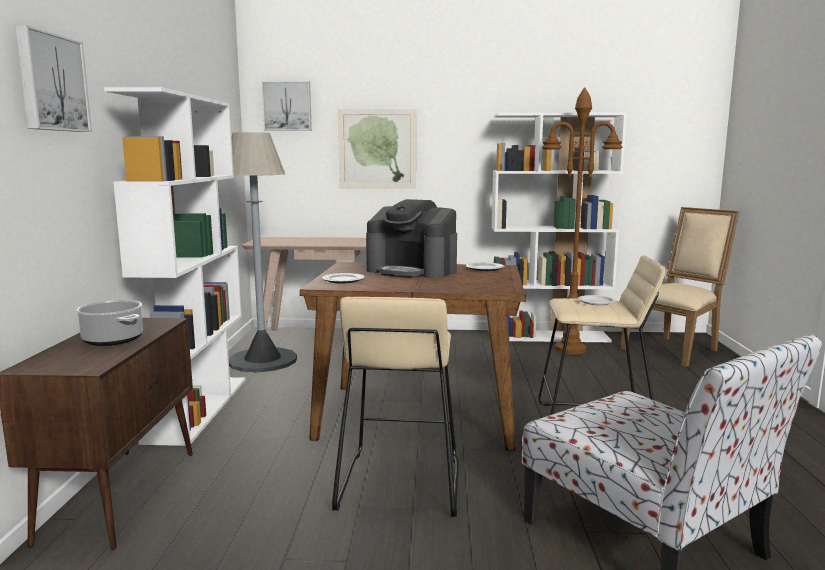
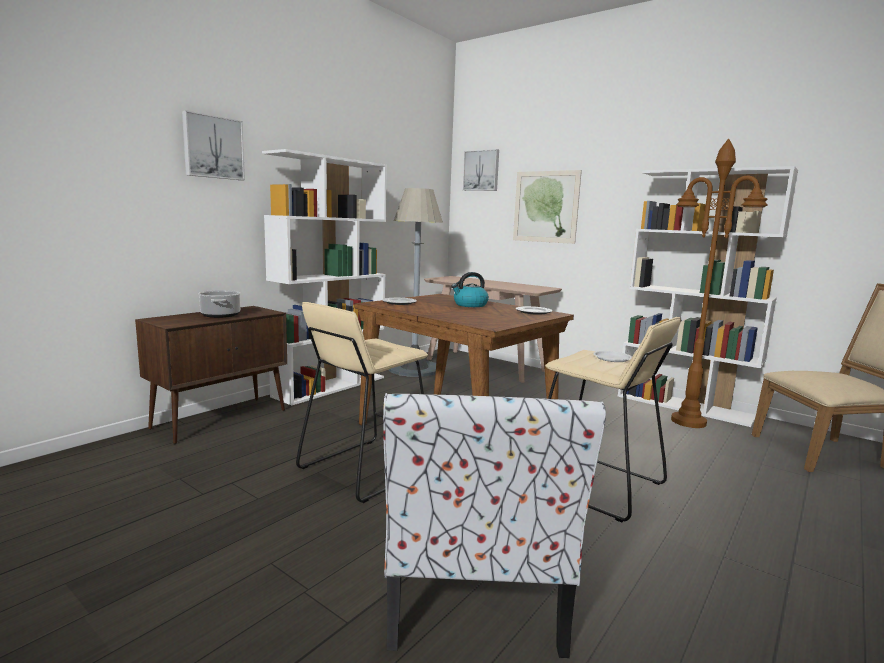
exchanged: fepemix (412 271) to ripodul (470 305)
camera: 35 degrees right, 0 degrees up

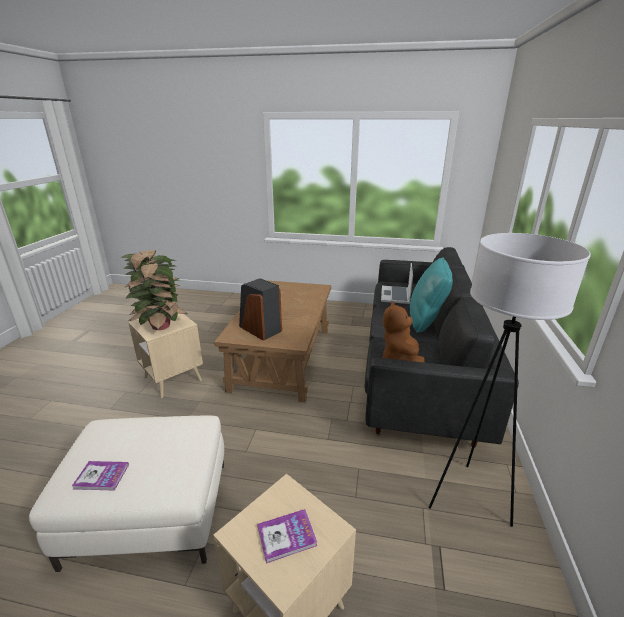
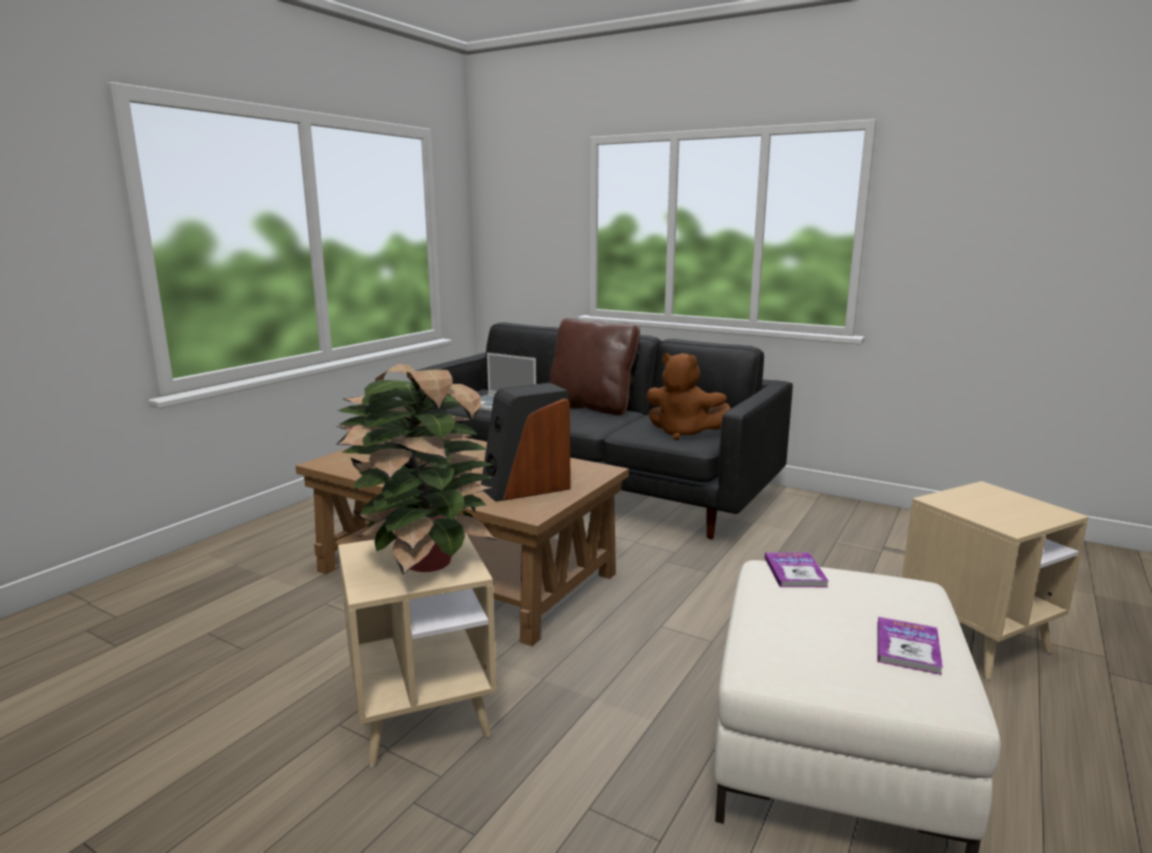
missing: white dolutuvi (467 498)
relocated: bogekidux (286 536) to (795 572)
colour: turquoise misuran (426 320) to brown misuran (592 407)
camera: 70 degrees left, 10 degrees down

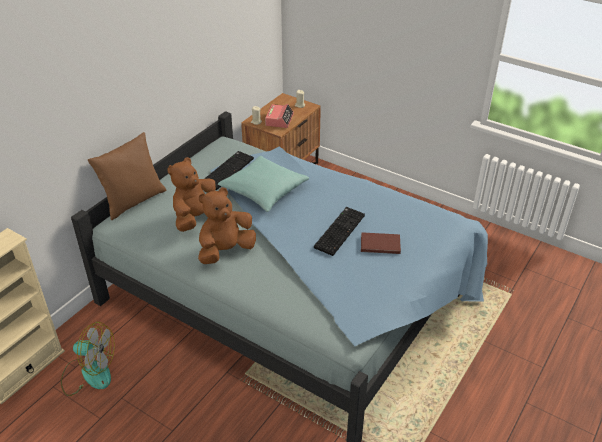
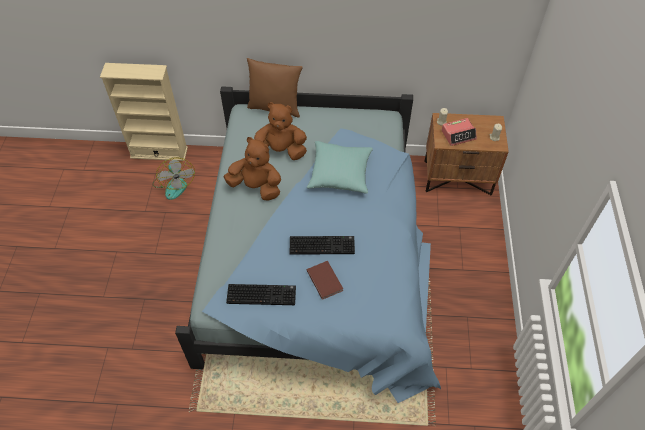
relocated: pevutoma (227 170) to (262 294)
camera: 60 degrees right, 15 degrees up

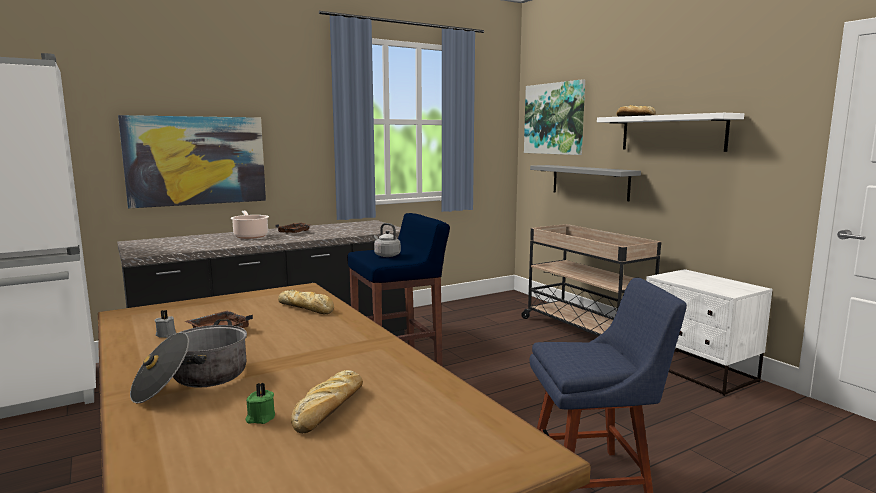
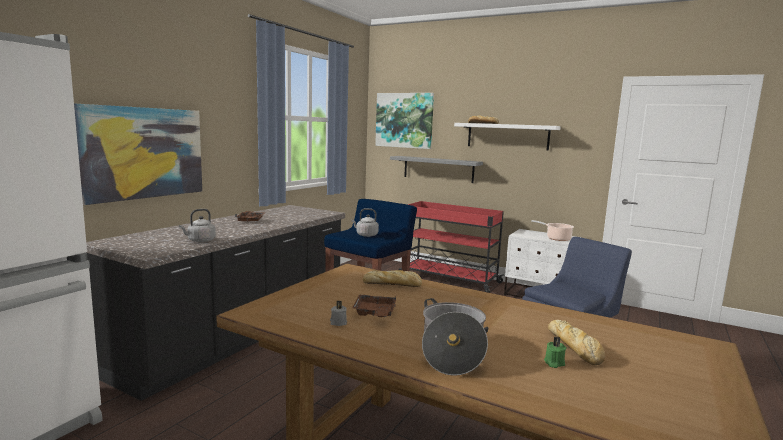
appeared: grey ripodul (200 241)
relocated: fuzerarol (250 236) to (556 238)
colour: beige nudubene (584 330) to red nudubene (447 279)
camera: 30 degrees left, 0 degrees up

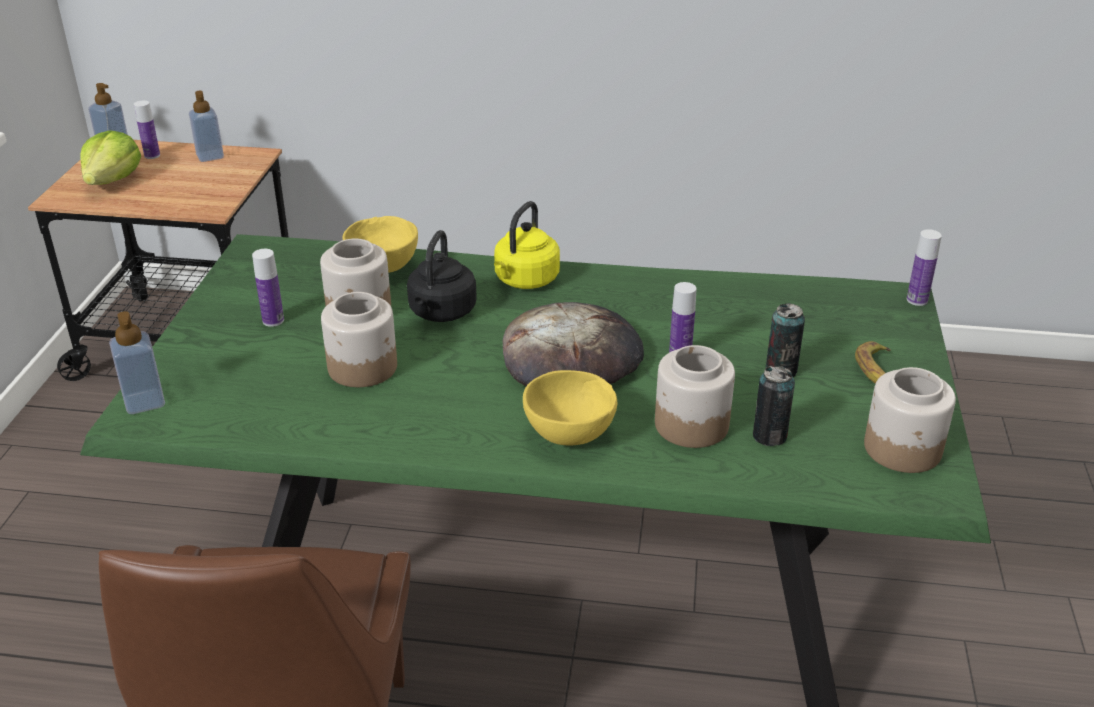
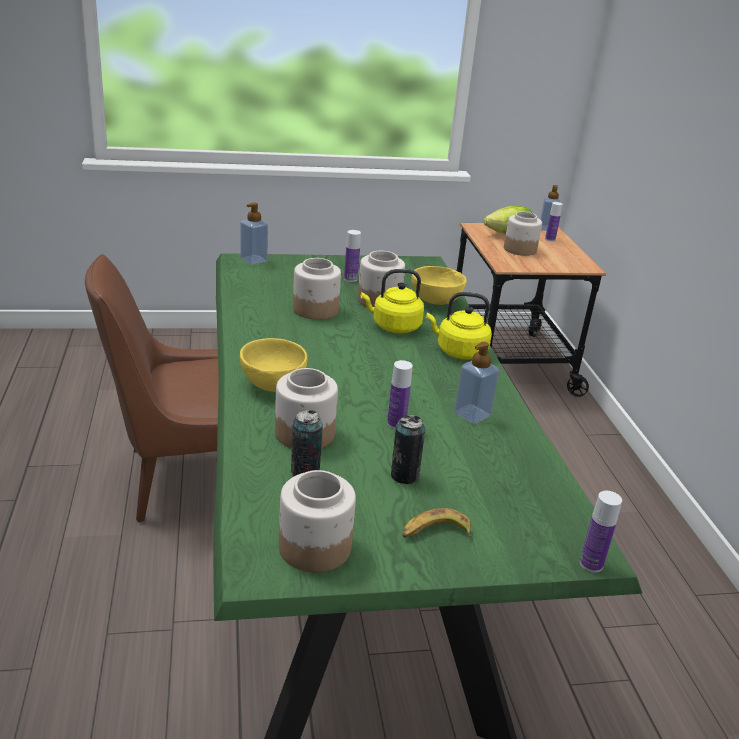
missing: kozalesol (572 356)
appeared: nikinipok (519 249)
relocated: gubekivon (210 156) to (472 414)
colour: black ripodul (441 313) to yellow ripodul (393 326)
camera: 70 degrees right, 5 degrees down

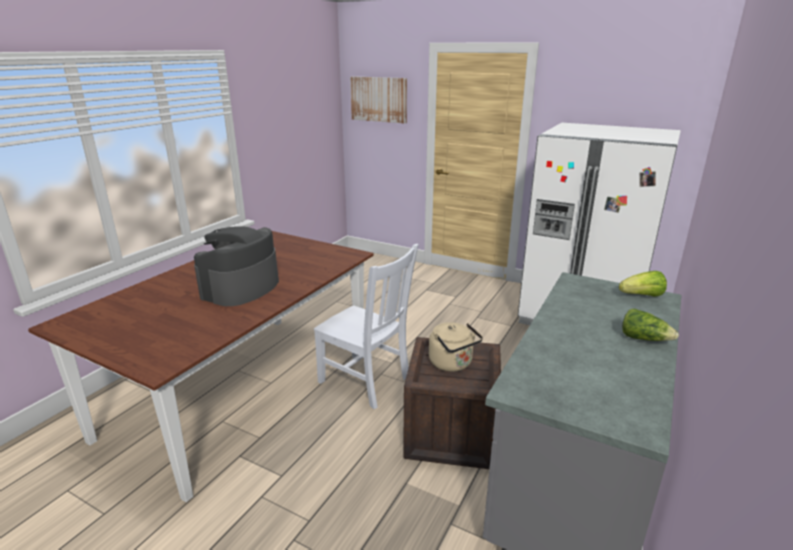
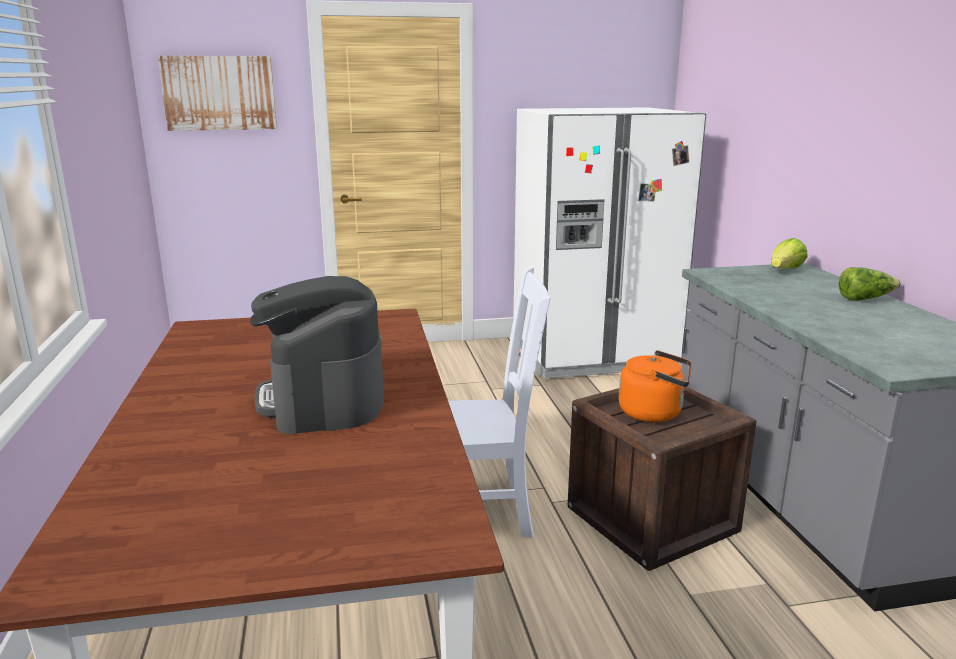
colour: beige ripodul (452 364) to orange ripodul (654 413)
camera: 40 degrees left, 5 degrees down

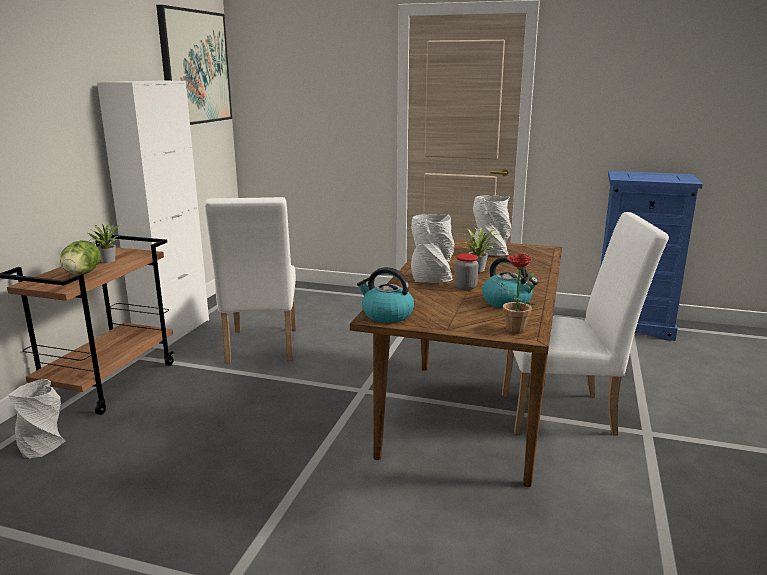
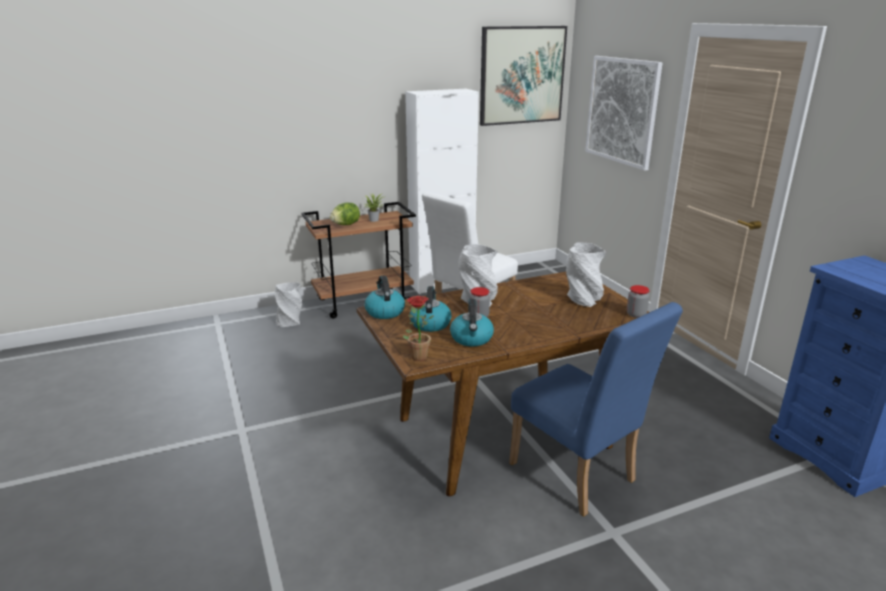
missing: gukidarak (478 269)
appeared: ripodul (430 323); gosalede (622 111); nikinipok (636 314)
colour: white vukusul (567 414) to blue vukusul (578 477)
camera: 50 degrees right, 5 degrees up

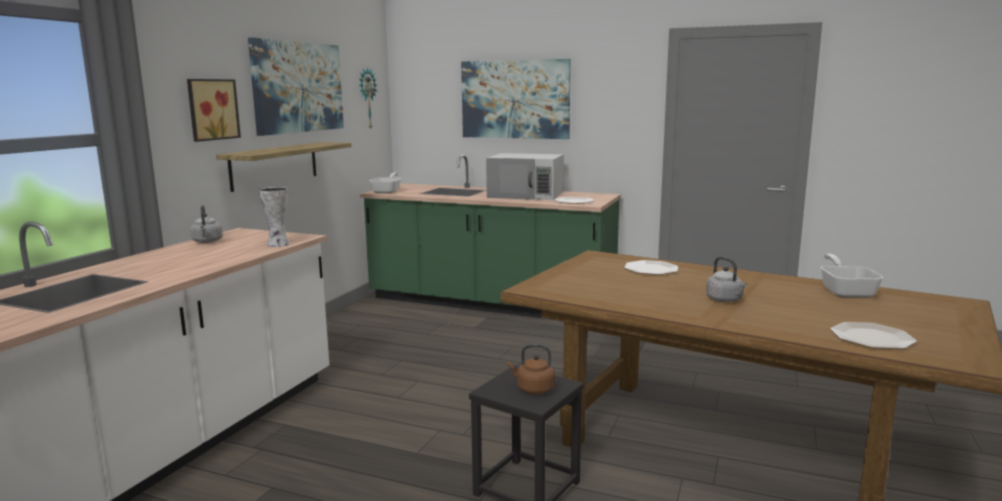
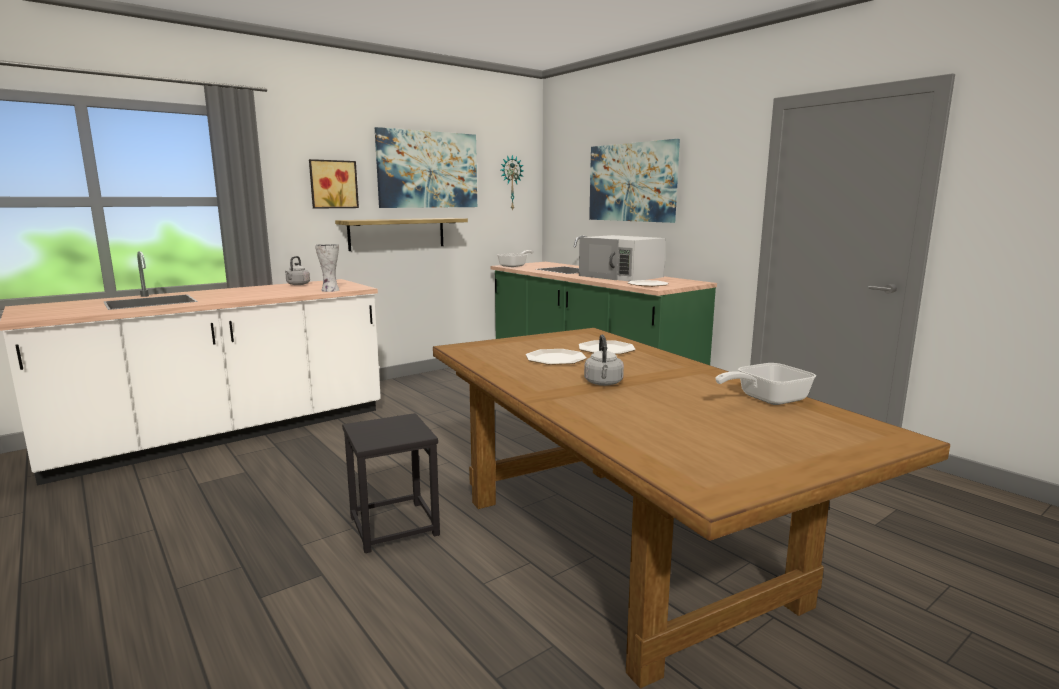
missing: brown ripodul (533 389)
relocated: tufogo (871 338) to (555 358)
spun: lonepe (846 291) = (765 399) 150 degrees counterclockwise
camera: 30 degrees right, 0 degrees up

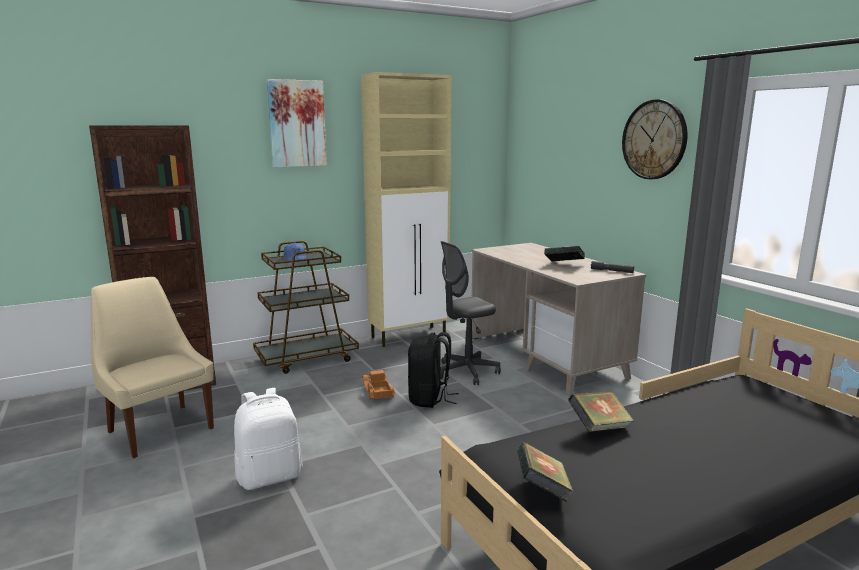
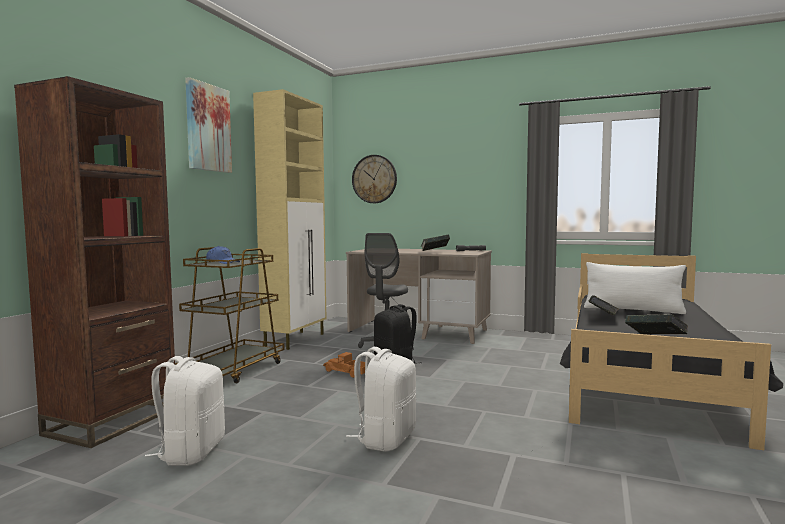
appeared: white misuran (632 310)
relocated: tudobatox (654 140) to (374 179)
exchanged: beige vukusul (159 429) to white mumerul (191 452)
camera: 40 degrees left, 10 degrees down

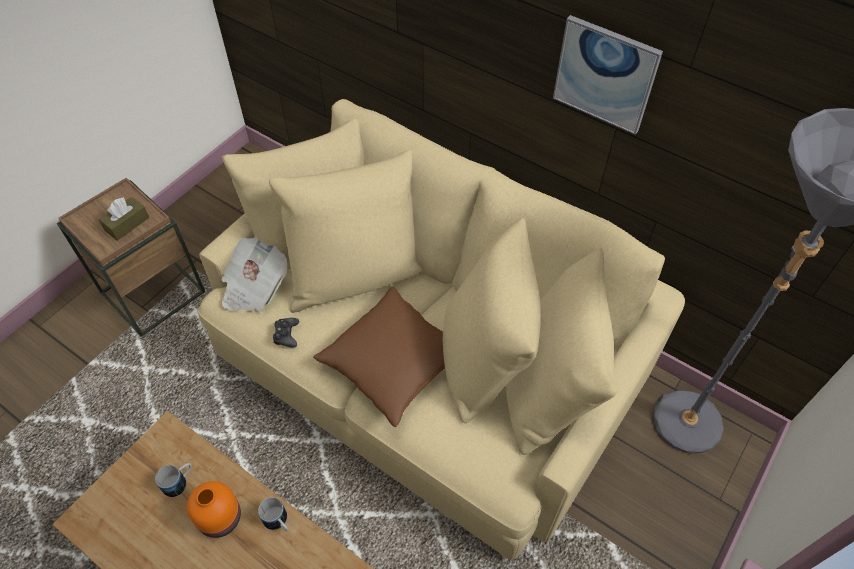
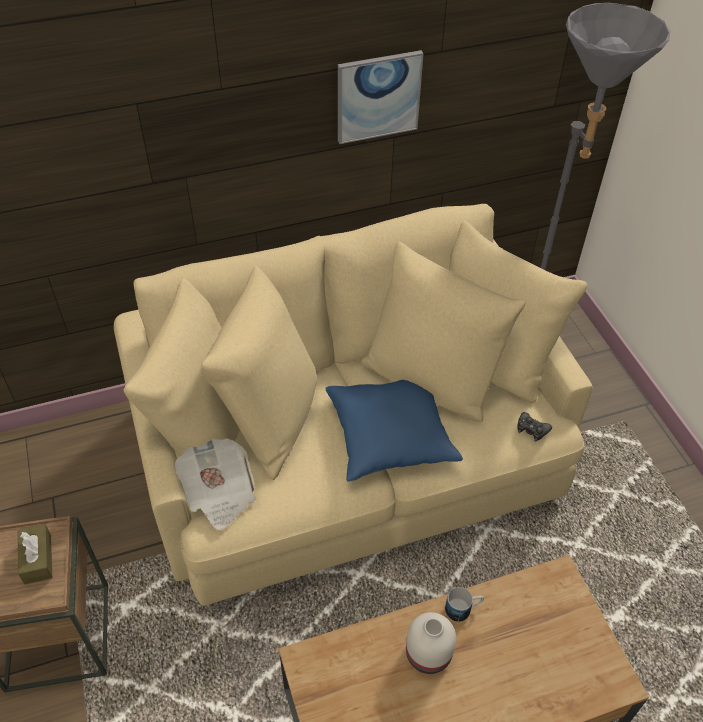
missing: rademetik (179 482)
relocated: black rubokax (286 335) to (532 429)
colour: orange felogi (221 517) to white felogi (428 653); brown misuran (394 363) to blue misuran (390 435)
camera: 55 degrees left, 5 degrees down

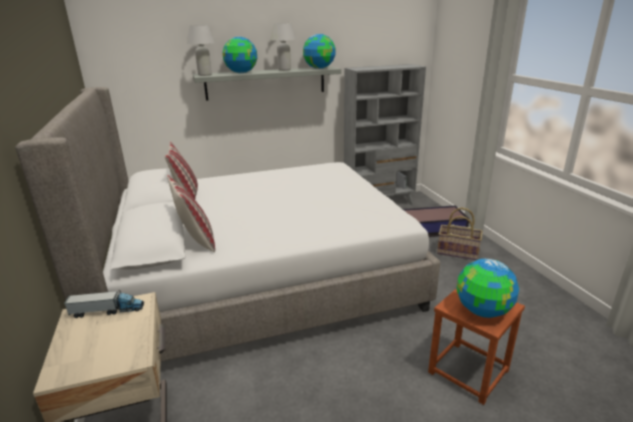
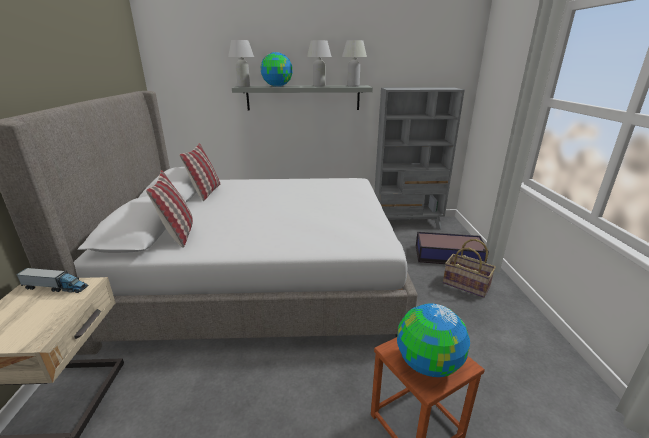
exchanged: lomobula (319 68) to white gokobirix (353 86)
camera: 15 degrees right, 0 degrees up

